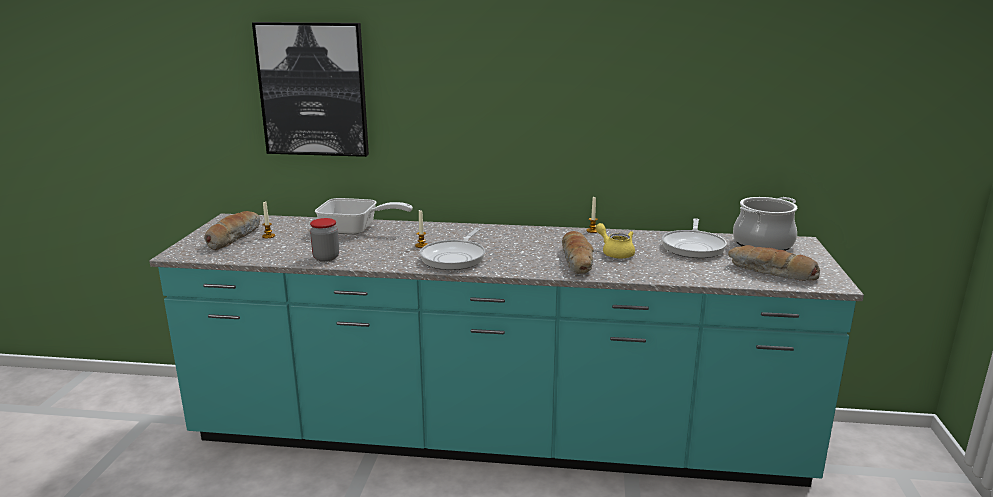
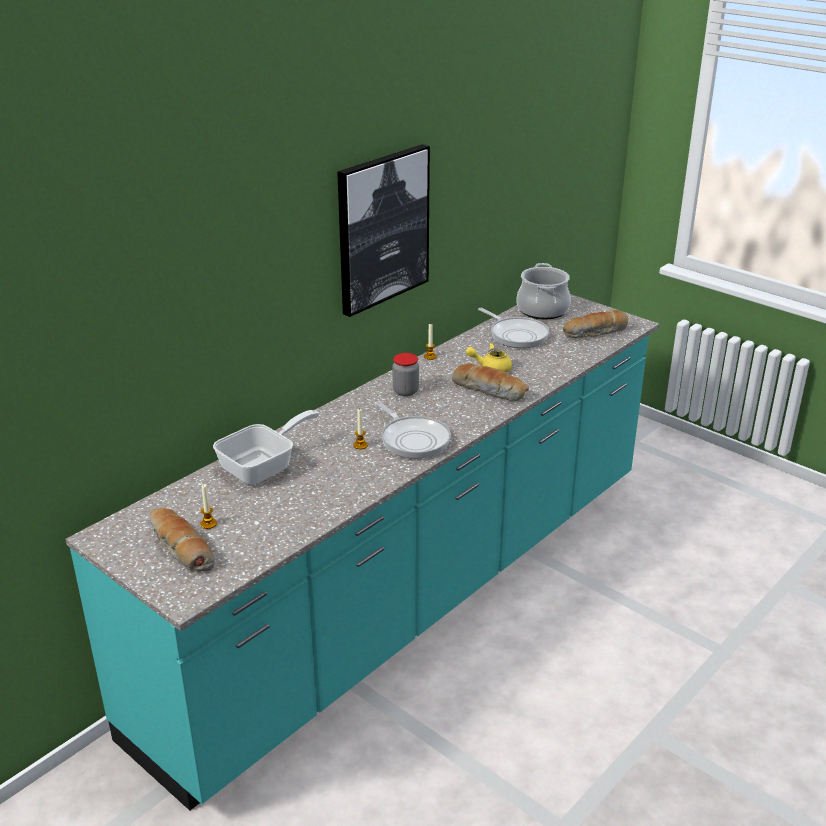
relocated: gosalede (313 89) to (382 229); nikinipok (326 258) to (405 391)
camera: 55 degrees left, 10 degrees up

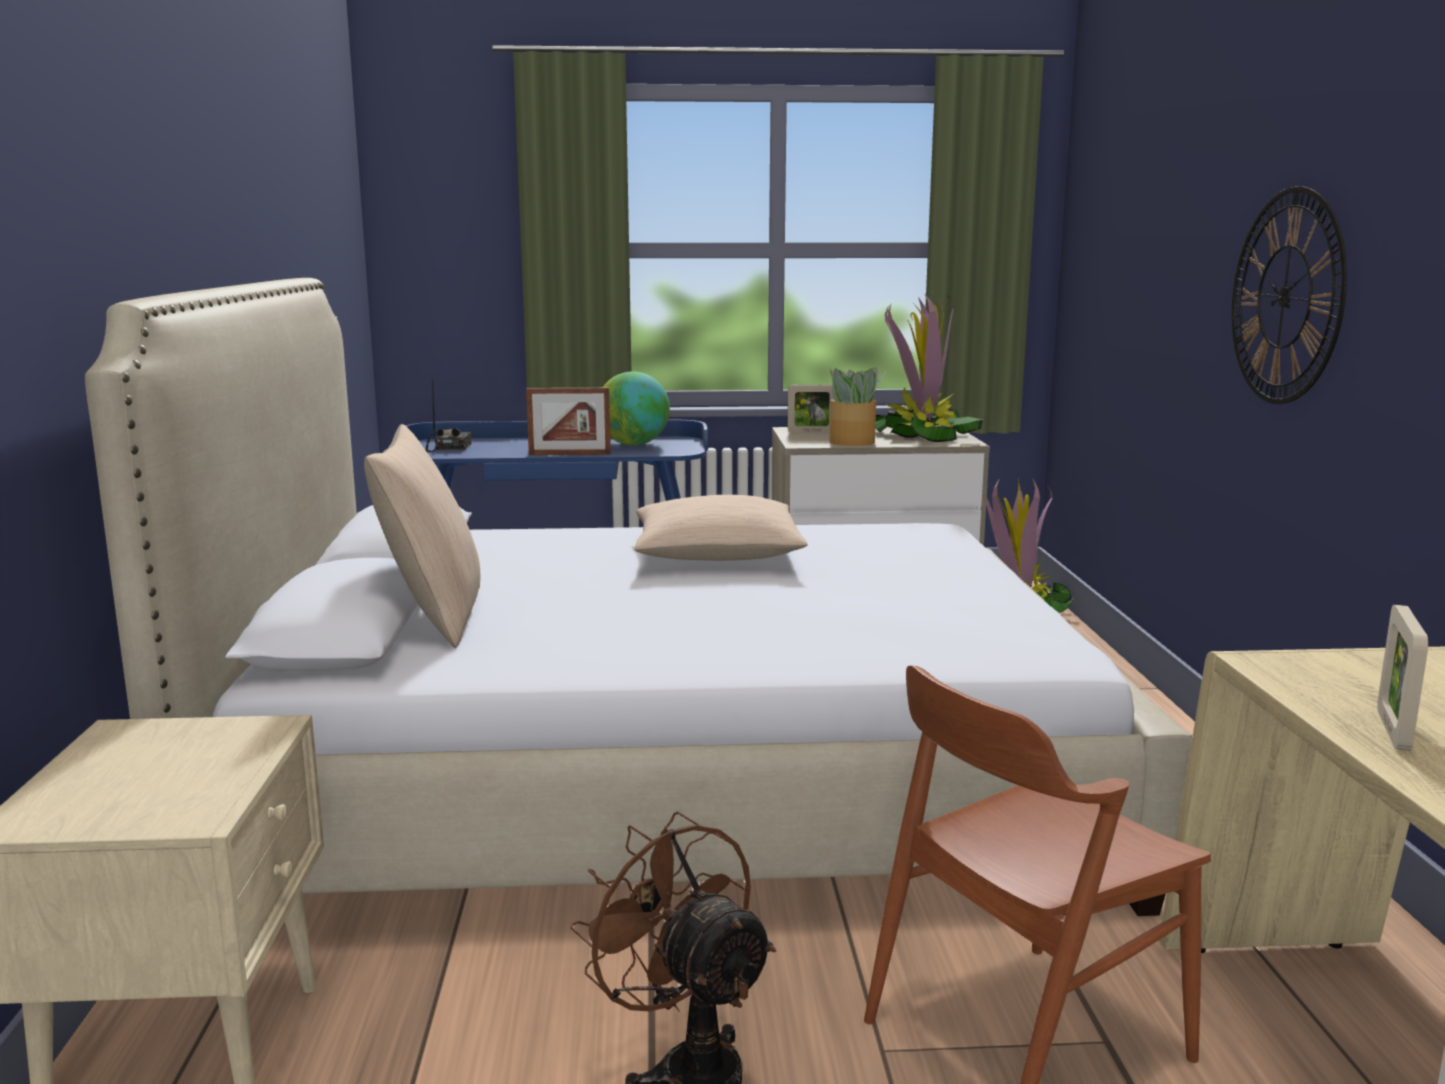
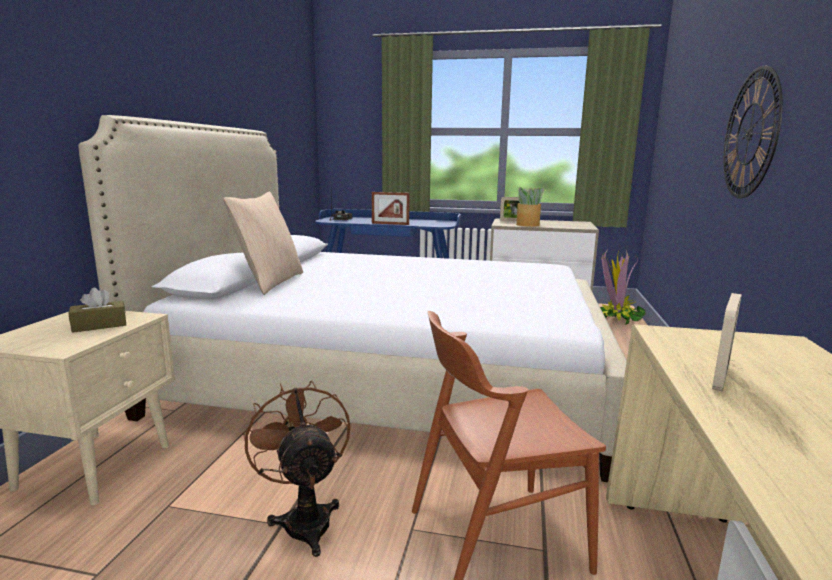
missing: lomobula (633 444); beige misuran (716 554); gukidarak (922 435)
appeared: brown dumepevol (99 325)
camera: 15 degrees right, 0 degrees up

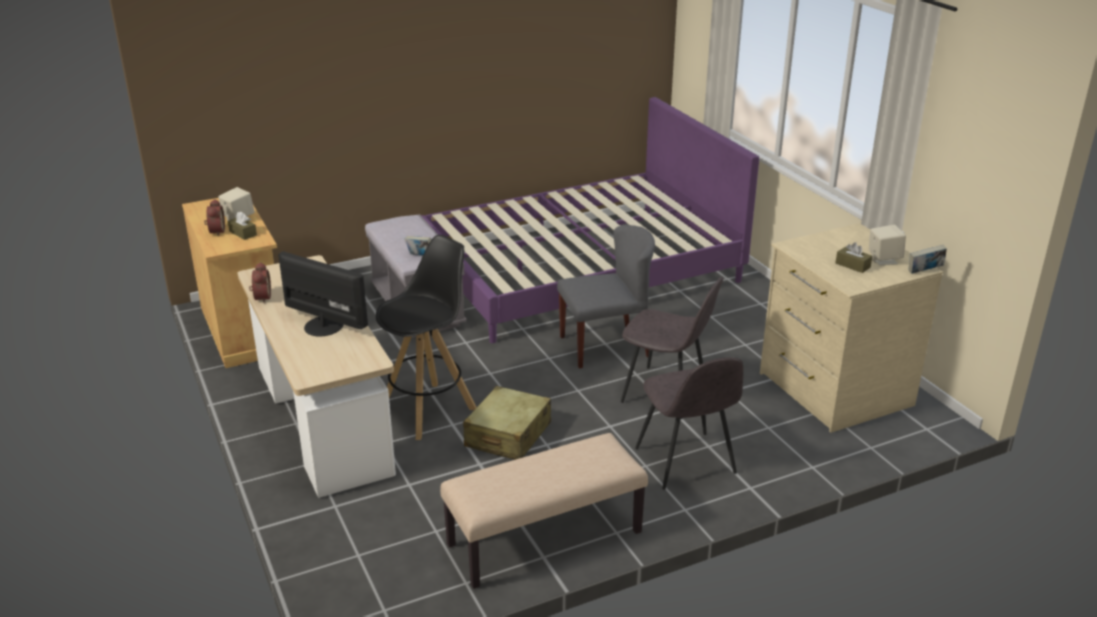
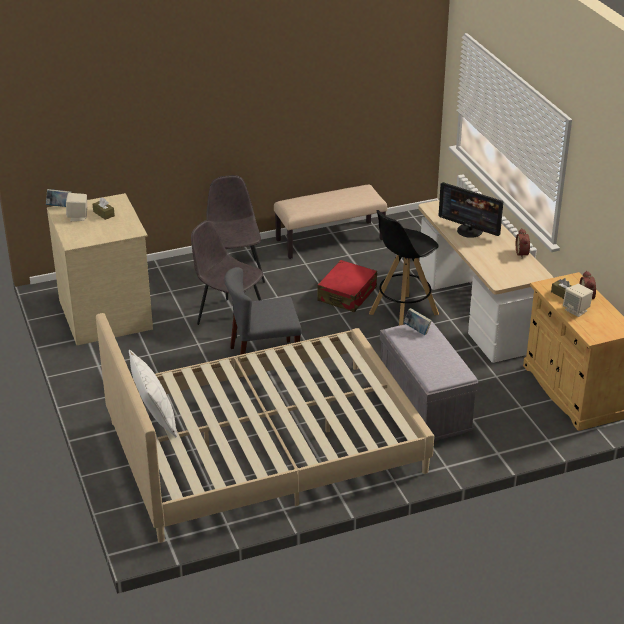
appeared: white misuran (155 418)
colour: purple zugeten (580 271) to beige zugeten (265 447); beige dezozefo (508 435) to red dezozefo (347 294)
camera: 175 degrees left, 5 degrees up

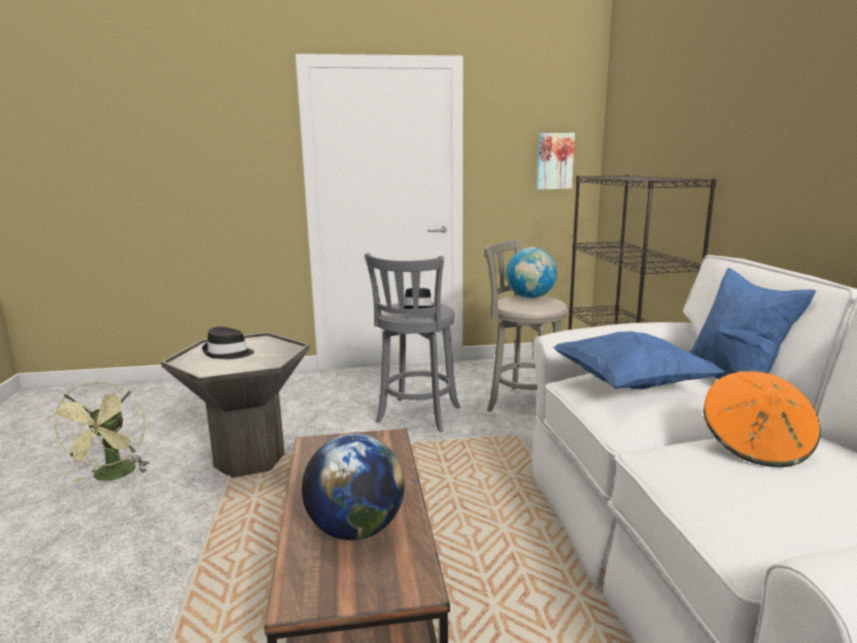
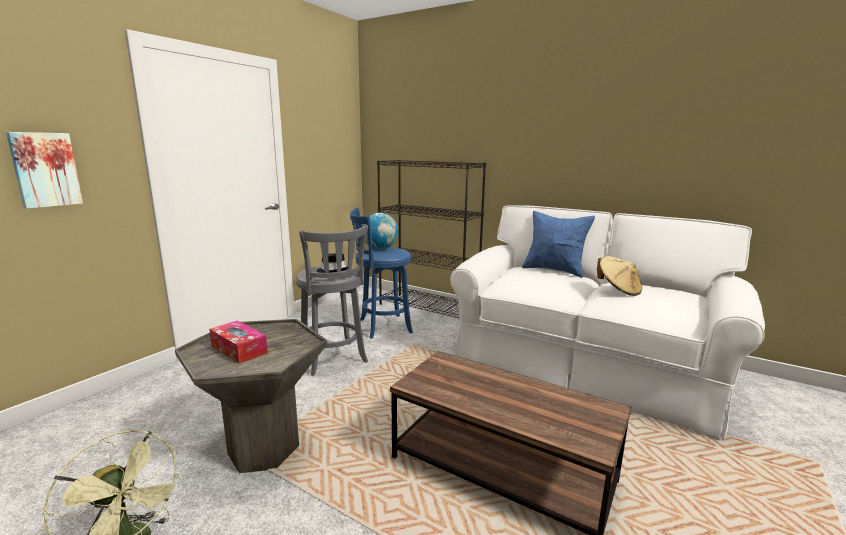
missing: lomobula (356 529); blue misuran (630 384)
relocated: gosalede (554 161) to (45 169)
exchanged: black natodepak (228 353) to dumepevol (239 349)
colour: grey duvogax (522 403) to blue duvogax (382 326); orange natodepak (755 446) to beige natodepak (618 290)
camera: 50 degrees left, 0 degrees up

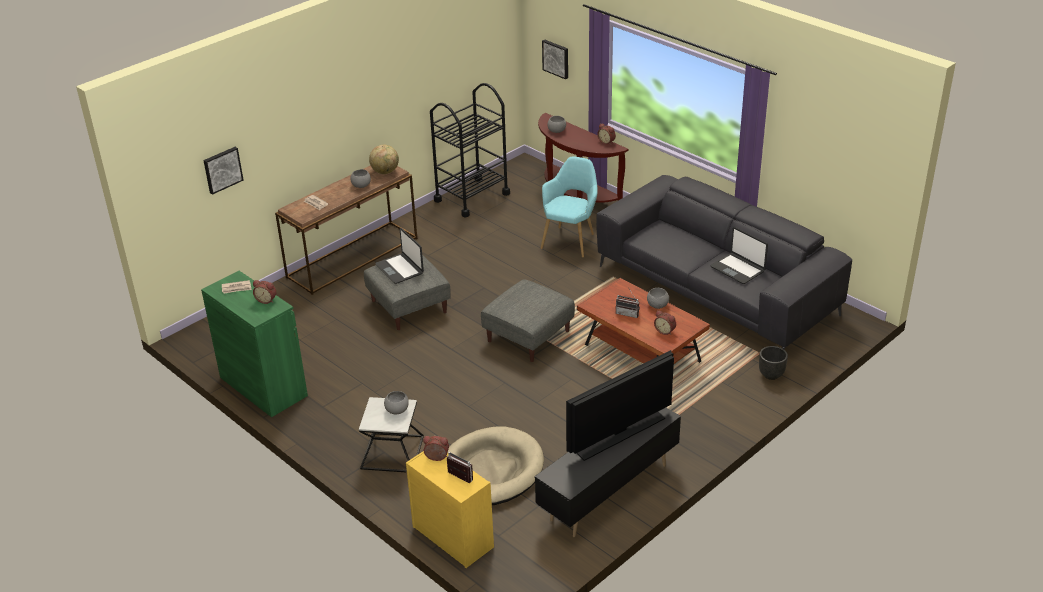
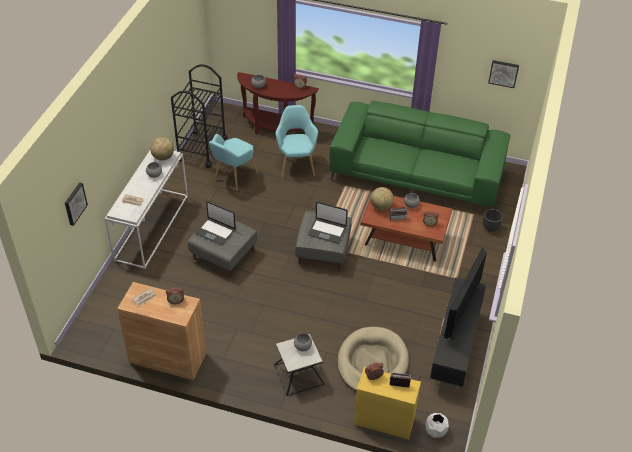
appeared: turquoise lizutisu (233 178); lomobula (381 207); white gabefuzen (435 431)
relocated: gosalede (556 58) to (503 73); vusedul (738 269) to (327 231)
colour: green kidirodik (263 386) to brown kidirodik (168 358); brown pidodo (353 257) to white pidodo (151 227); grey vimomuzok (716 290) to green vimomuzok (416 175)
camera: 30 degrees left, 10 degrees up

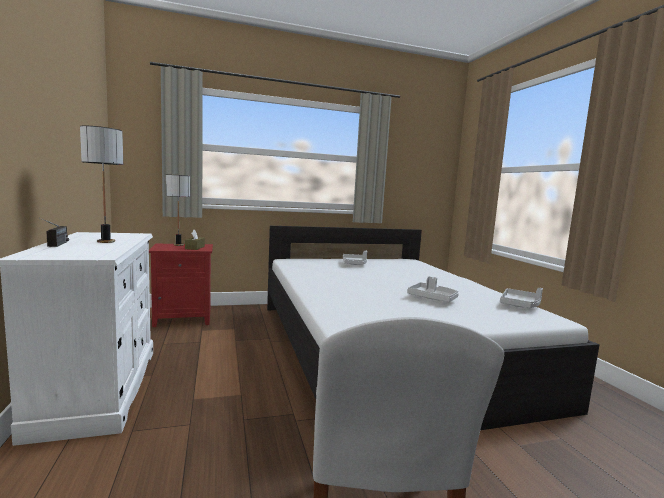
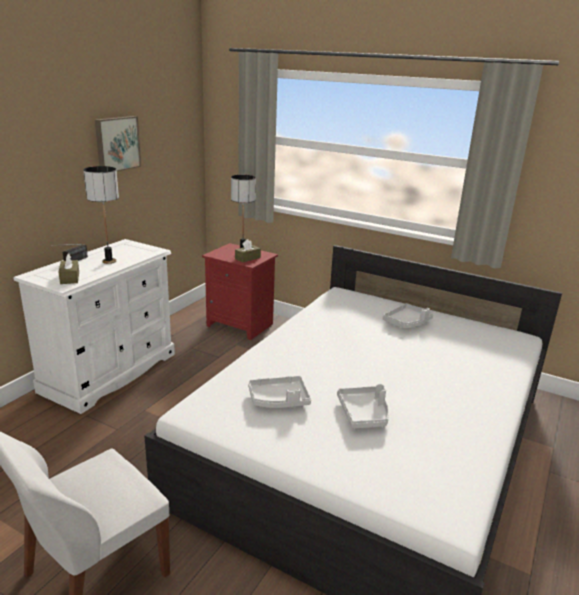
appeared: brown dumepevol (70 278); gosalede (116 144)
relocated: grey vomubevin (520 305) to (279 400)
camera: 45 degrees right, 15 degrees up

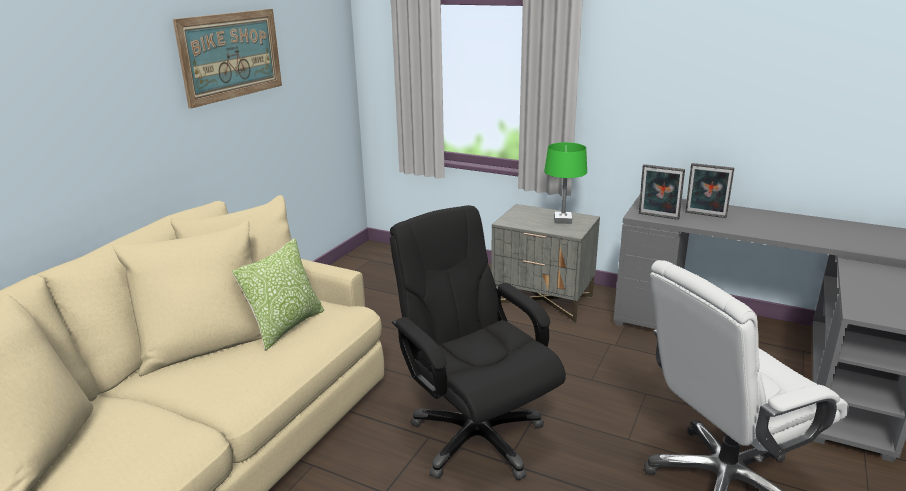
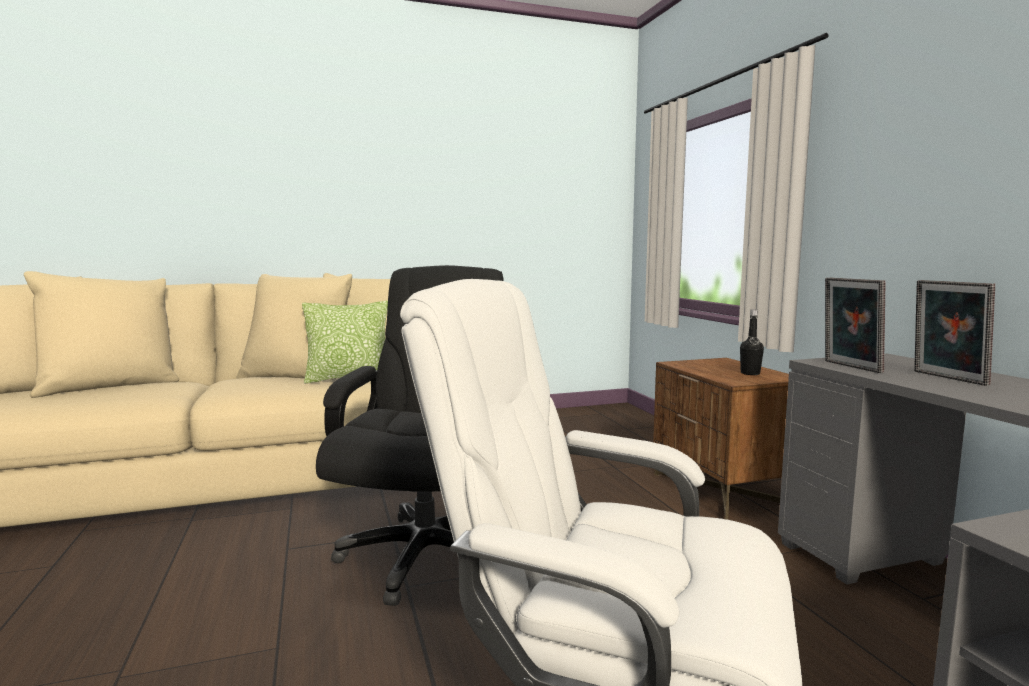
missing: gosalede (231 55)
exchanged: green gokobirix (563 220) to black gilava (750 373)
colour: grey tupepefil (543 300) to brown tupepefil (723 491)
camera: 45 degrees right, 15 degrees down

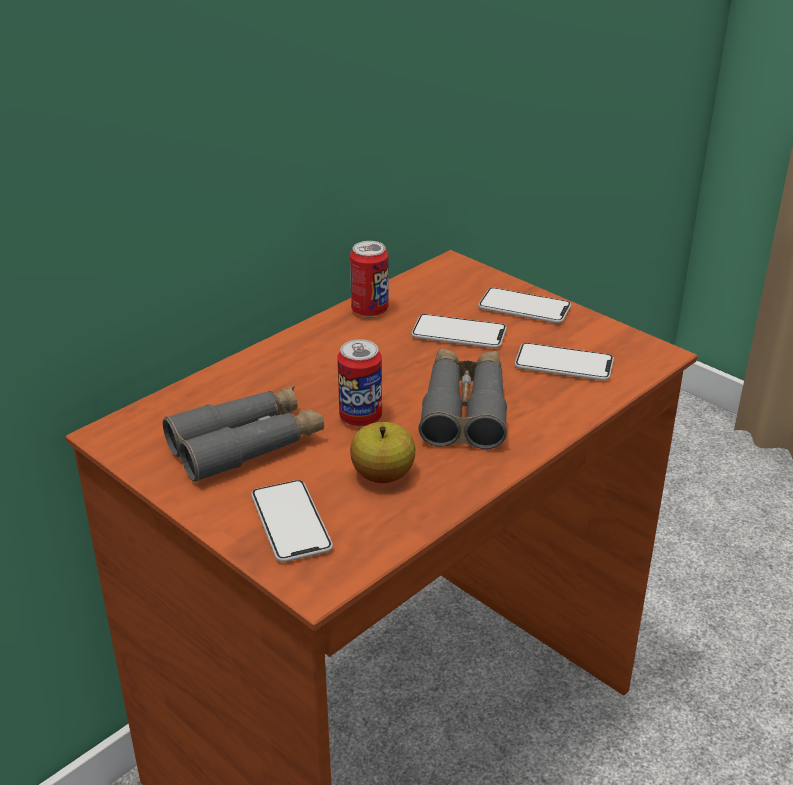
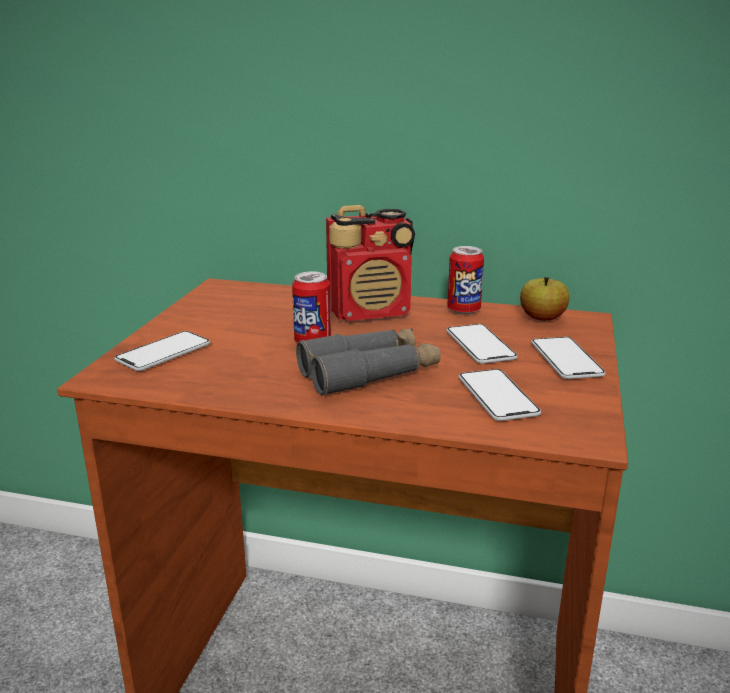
missing: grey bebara (246 445)
appeared: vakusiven (371 312)
relocated: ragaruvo (383 475) to (542 318)
camera: 60 degrees right, 10 degrees down

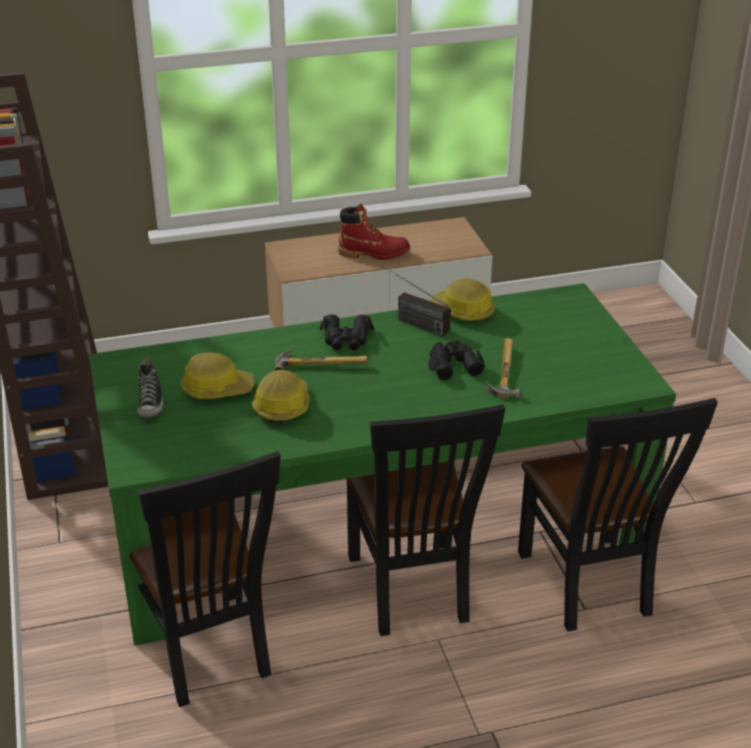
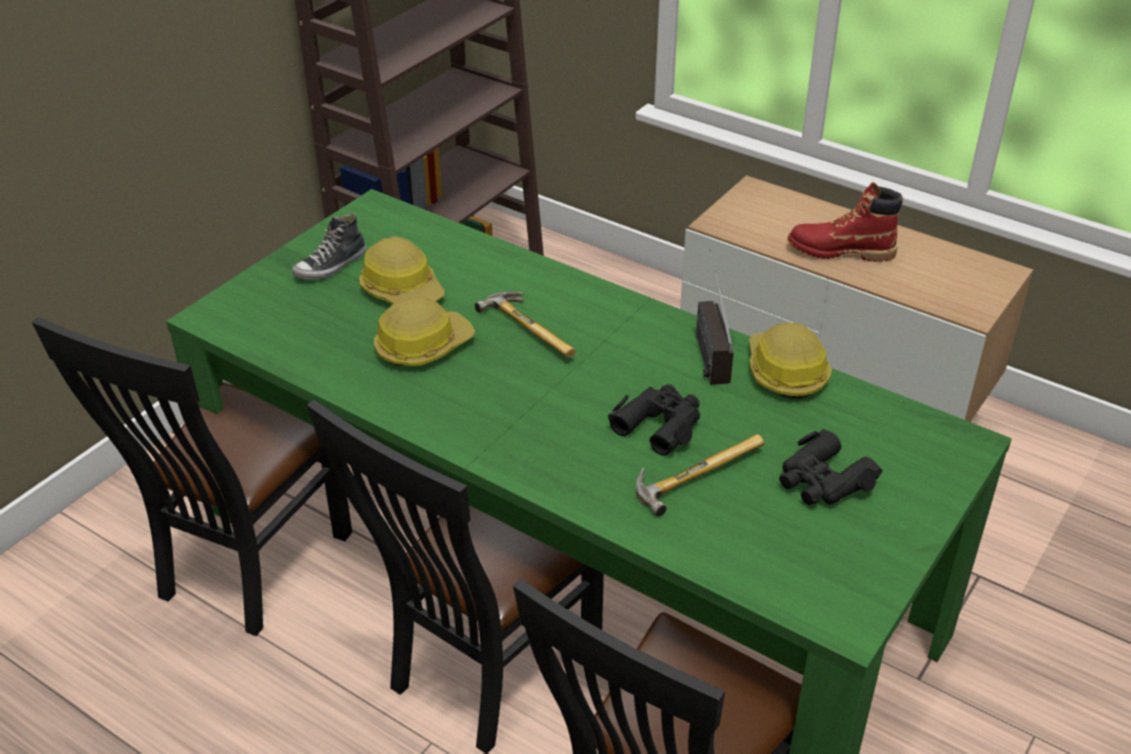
relocated: black bebara (346 339) to (823 481)
spun: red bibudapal (374 253) = (840 251) 135 degrees clockwise
camera: 50 degrees right, 5 degrees up

